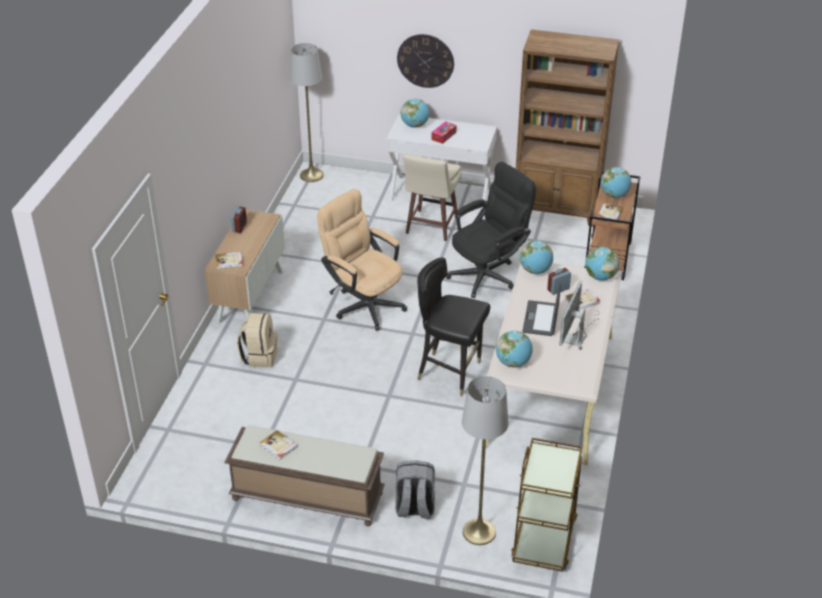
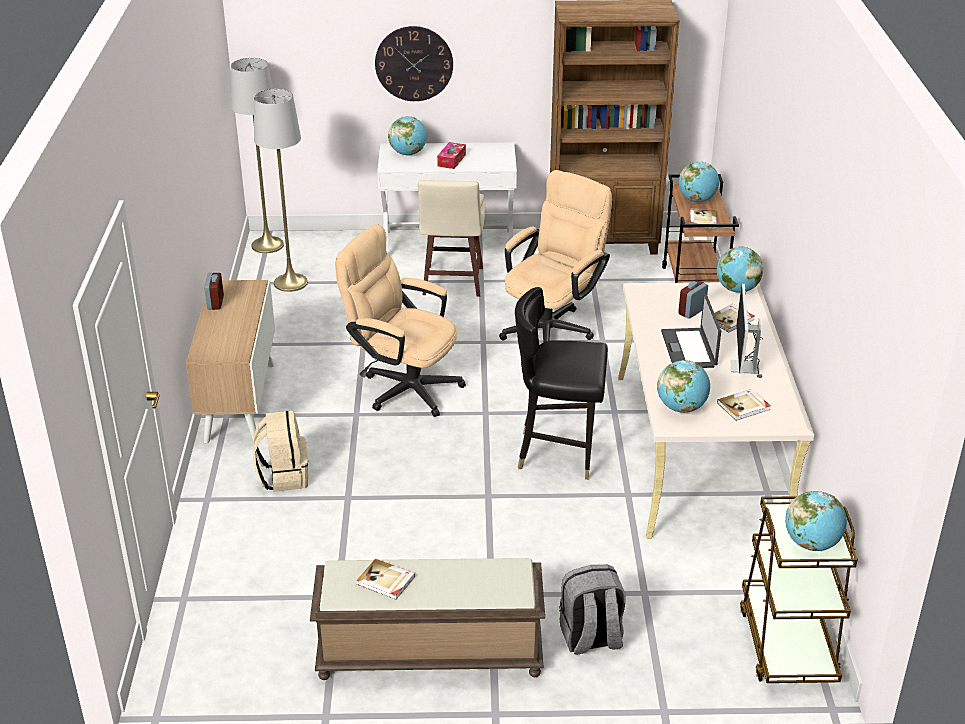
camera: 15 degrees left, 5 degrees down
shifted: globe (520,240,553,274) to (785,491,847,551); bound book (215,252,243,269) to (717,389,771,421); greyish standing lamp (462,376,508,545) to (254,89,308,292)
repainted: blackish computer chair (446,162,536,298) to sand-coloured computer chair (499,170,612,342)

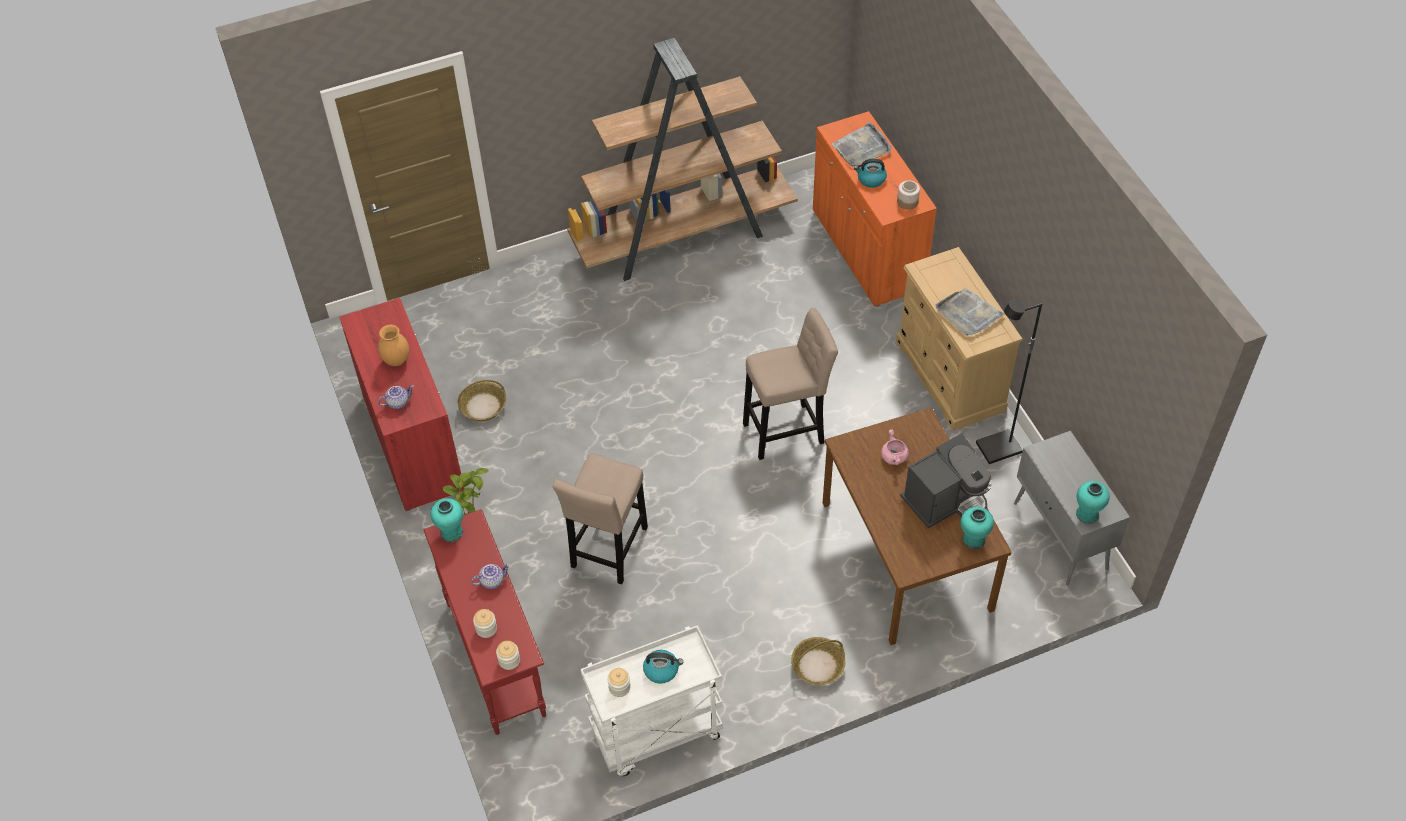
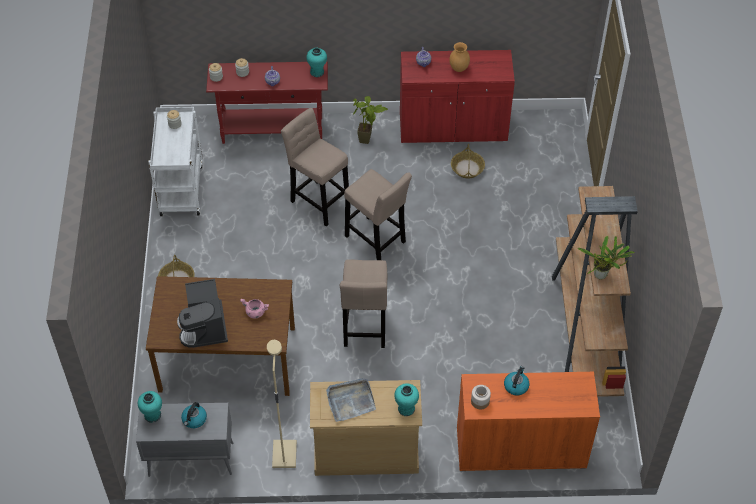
camera: 110 degrees right, 0 degrees up
gone: greyish carrying tray (832,122,892,167)
new: sand-coloured stool seat (344,169,412,260); plant in a pot (577,236,635,280)
shifted: turquoise-coloured decorative vase (960,507,994,549) to (394,383,419,416); tea kettle (643,650,683,684) to (181,402,207,428)
repainted: blackish standing lamp (976,300,1042,464) to sand-coloured standing lamp (267,340,297,468)

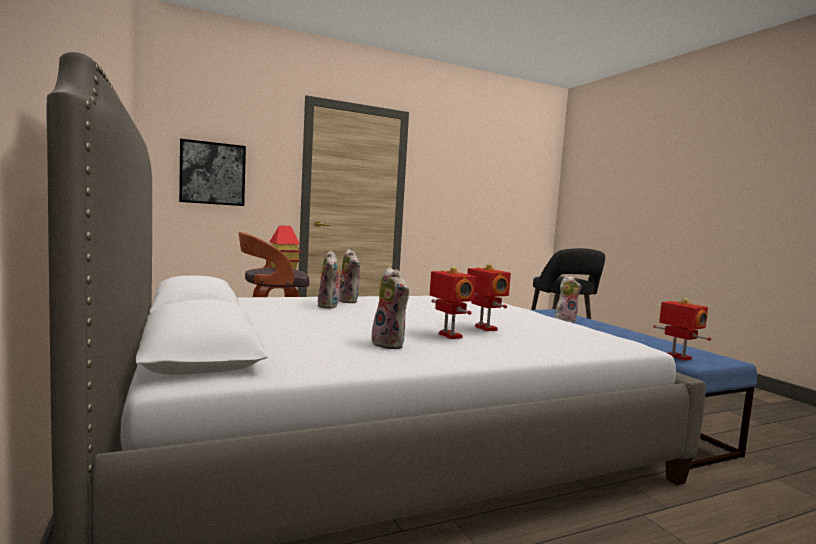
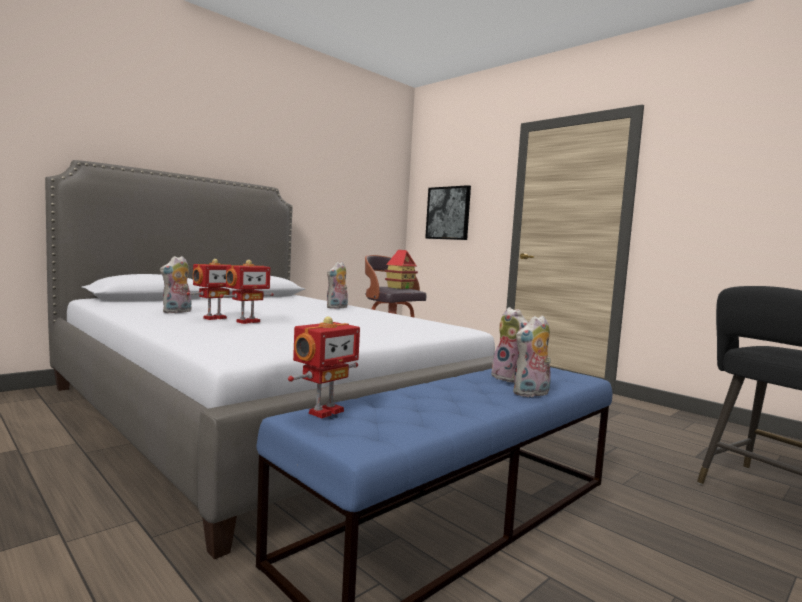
camera: 70 degrees right, 0 degrees up
shifted: soft toy (317,250,344,309) to (513,315,551,397)

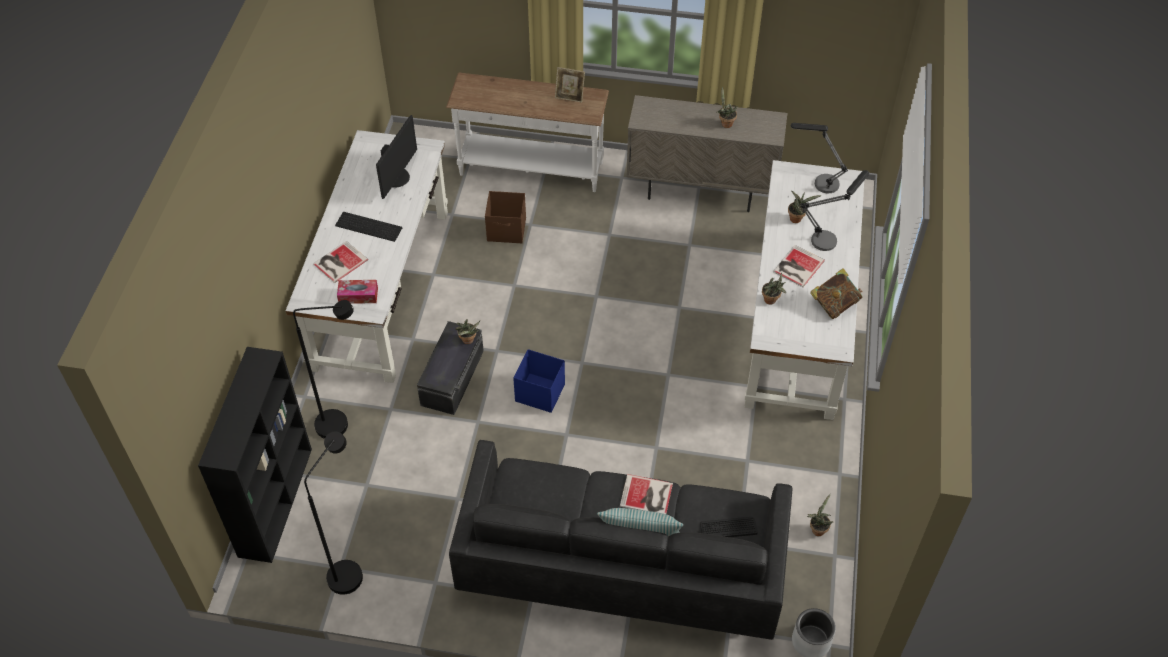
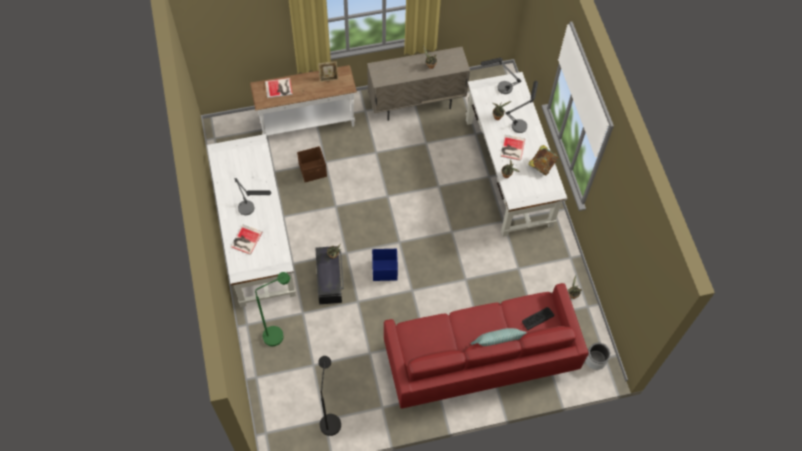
camera: 25 degrees left, 10 degrees up
gone: computer screen (376,115,417,199); tissue holder (337,280,378,304); blackish bookcase (198,347,312,563)
shifted: bound book (620,474,673,514) to (265,78,293,98)
swapped: computer keyboard (335,212,402,242) to lamp for a table (235,178,271,215)
repainted: blackish standing lamp (293,300,354,439) to greenish standing lamp (255,272,290,346); blackish sofa (449,440,793,640) to reddish sofa (384,283,589,409)

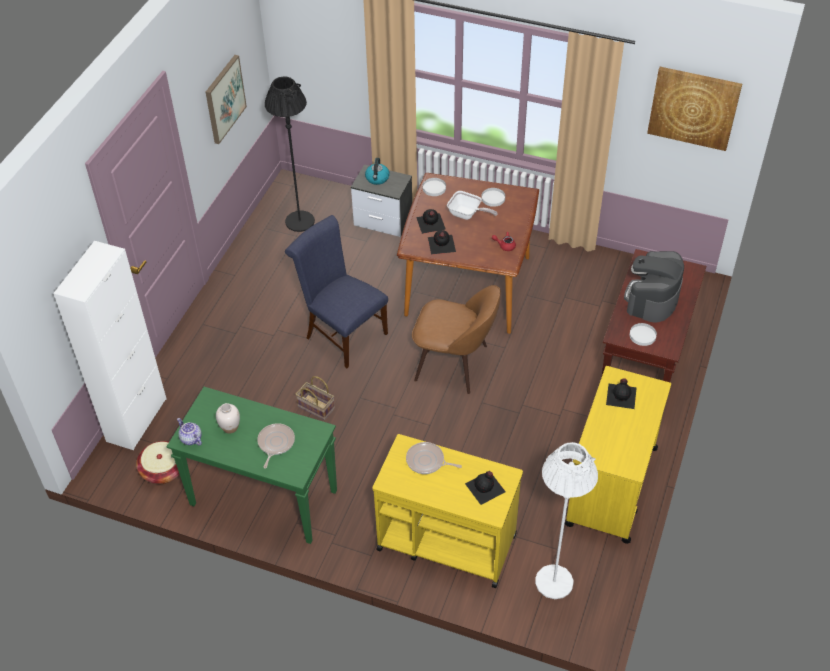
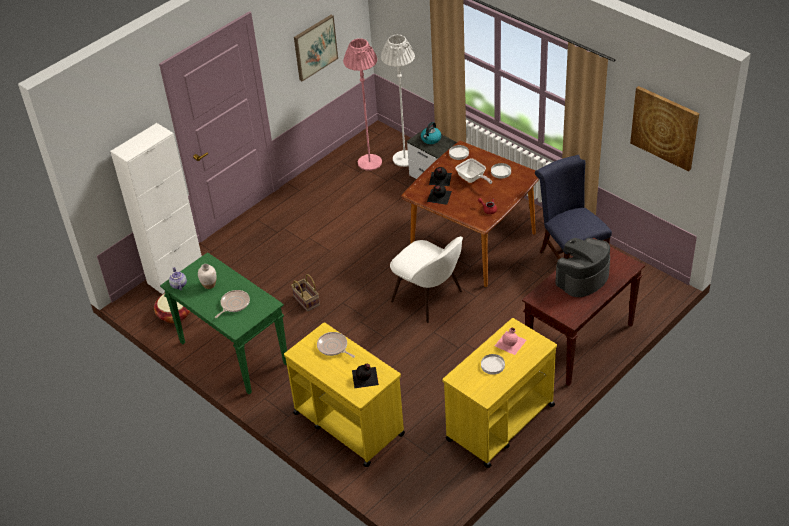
camera: 25 degrees right, 5 degrees down
shifted: bluish upright chair (285,215,388,368) to (535,155,612,260); whitish plate (629,323,657,346) to (481,354,505,375); whitish standing lamp (535,442,598,599) to (381,34,415,167)
repainted: blackish standing lamp (265,76,315,232) to pinkish standing lamp (343,38,382,171); brown upright chair (412,285,501,394) to whitish upright chair (390,236,463,323); blackish beverage bottle (606,378,637,409) to pinkish beverage bottle (495,328,527,355)

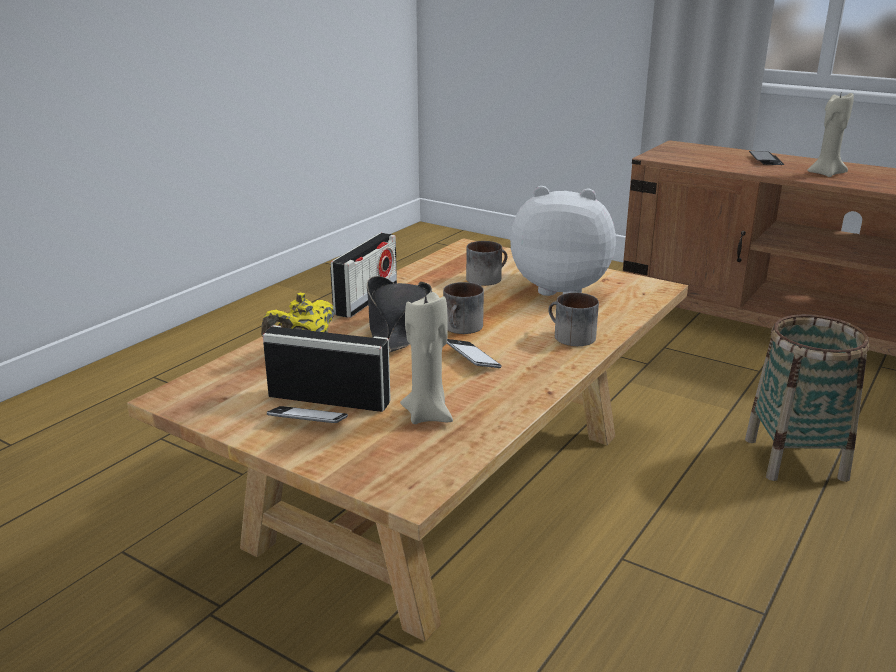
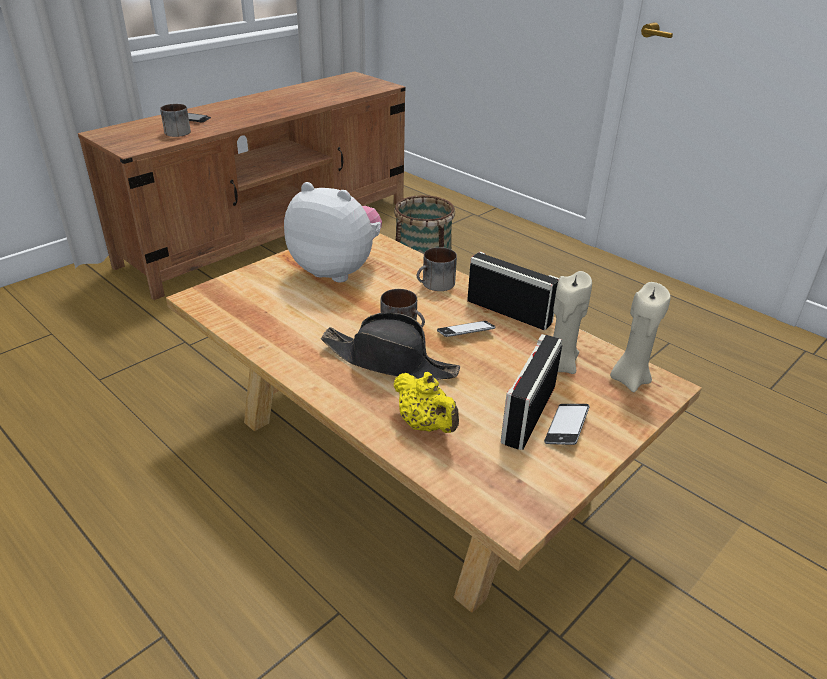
camera: 80 degrees left, 10 degrees up
shifted: sand-coloured candle (807,93,854,177) to (610,282,671,392); radio receiver (330,233,397,318) to (467,252,559,330); mug (466,241,507,286) to (160,104,191,137)
rotated: soft toy (510,186,616,296) = (284,182,382,282) 90 degrees clockwise

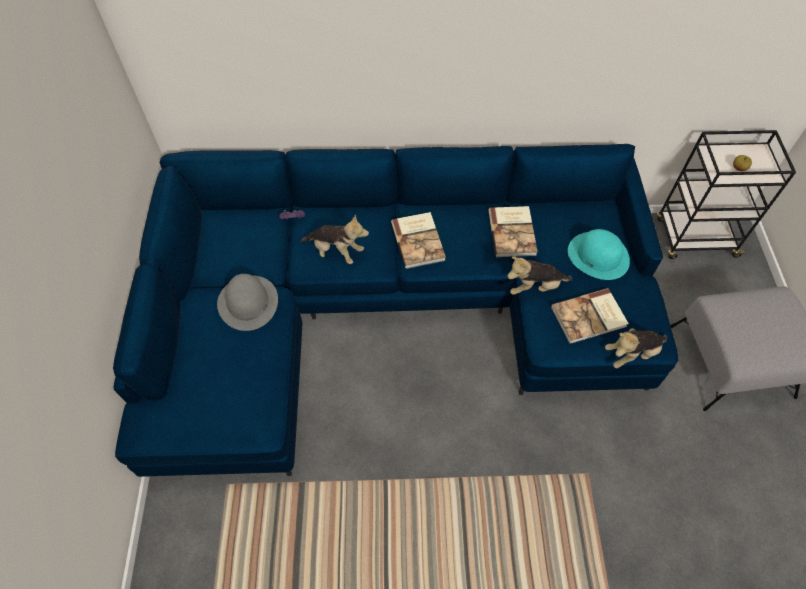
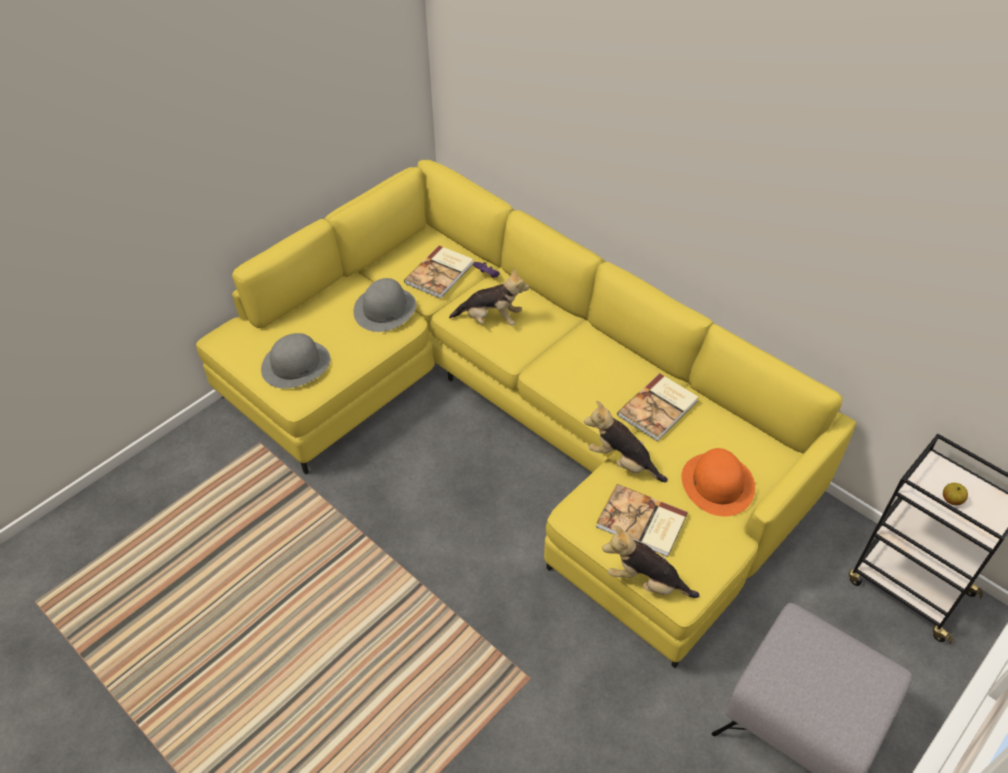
camera: 45 degrees right, 10 degrees down
new: greyish wearable hat (261,333,330,388)
shifted: bound book (391,212,446,269) to (404,246,473,299)
repainted: bluish sofa (113,144,678,477) to yellow-coloured sofa (196,160,856,668); turquoise-coloured wearable hat (568,229,630,280) to orange wearable hat (681,448,755,516)
rotated: soft toy (300,215,369,264) = (449,268,529,326) 60 degrees counterclockwise

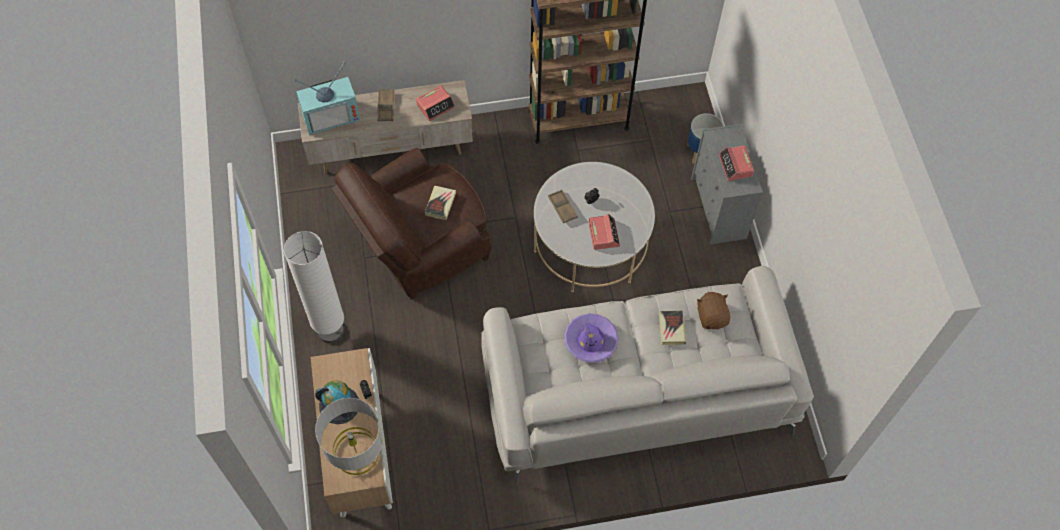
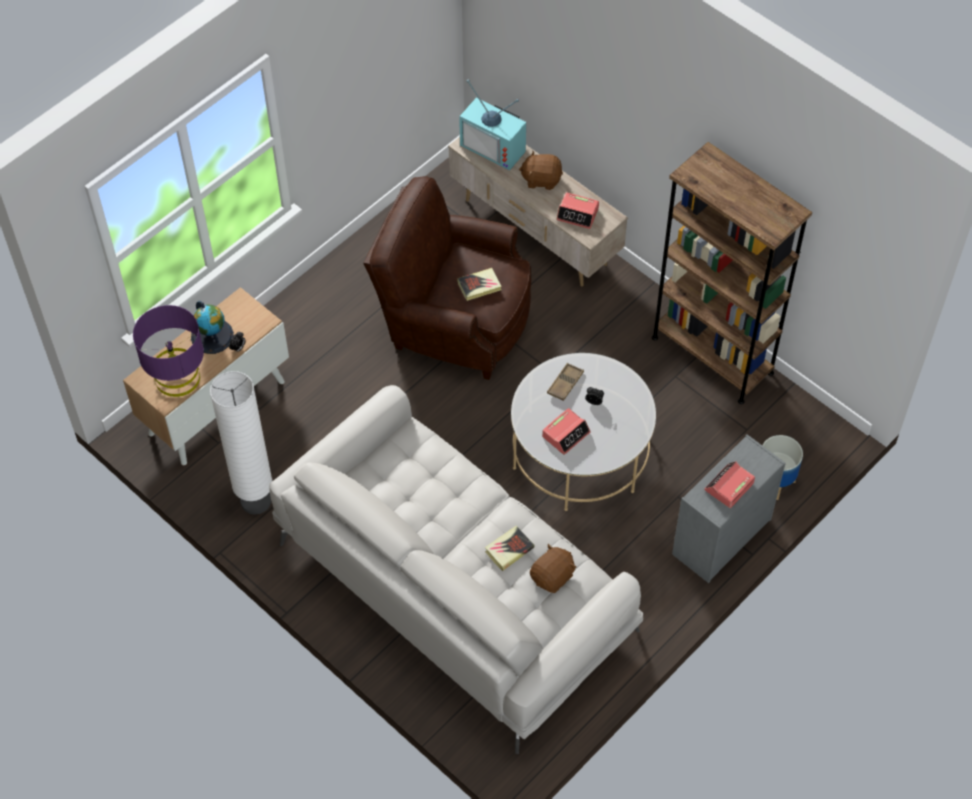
camera: 55 degrees right, 5 degrees down
gone: purple-coloured wearable hat (564,313,618,363)
shifted: whitish standing lamp (284,231,344,343) to (210,371,272,515)
swapped: brown carrying tray (377,89,394,121) to brown soft toy (519,150,563,190)
repainted: greyish lamp for a table (315,398,383,475) to purple-coloured lamp for a table (133,305,204,397)

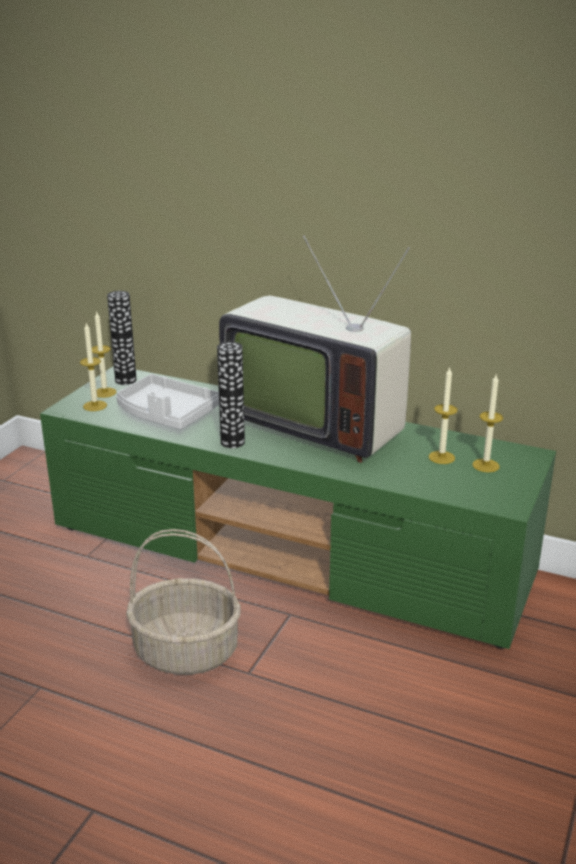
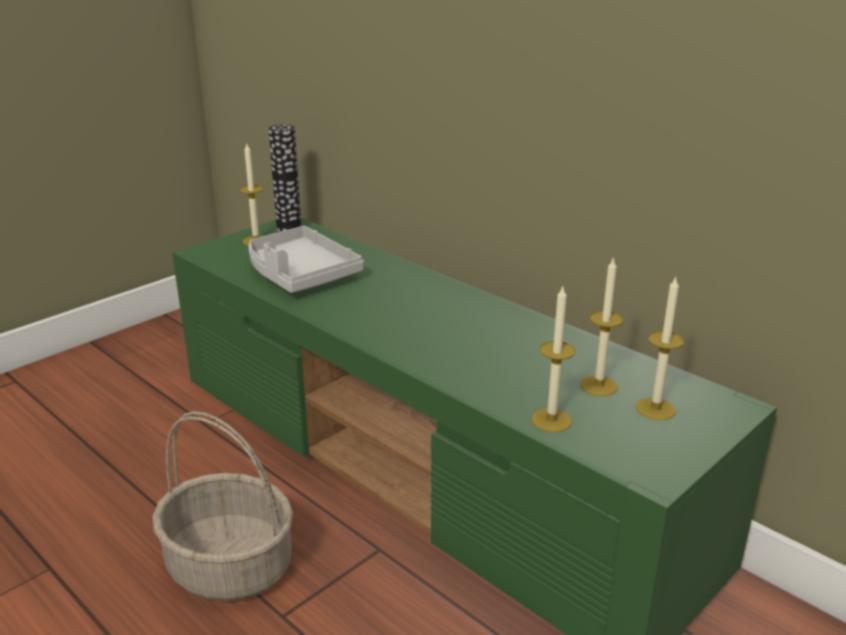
camera: 20 degrees right, 0 degrees up
gone: television (219,236,411,463); decorative vase (217,342,245,448)
shifted: candle (80,323,107,411) to (531,287,576,432)

